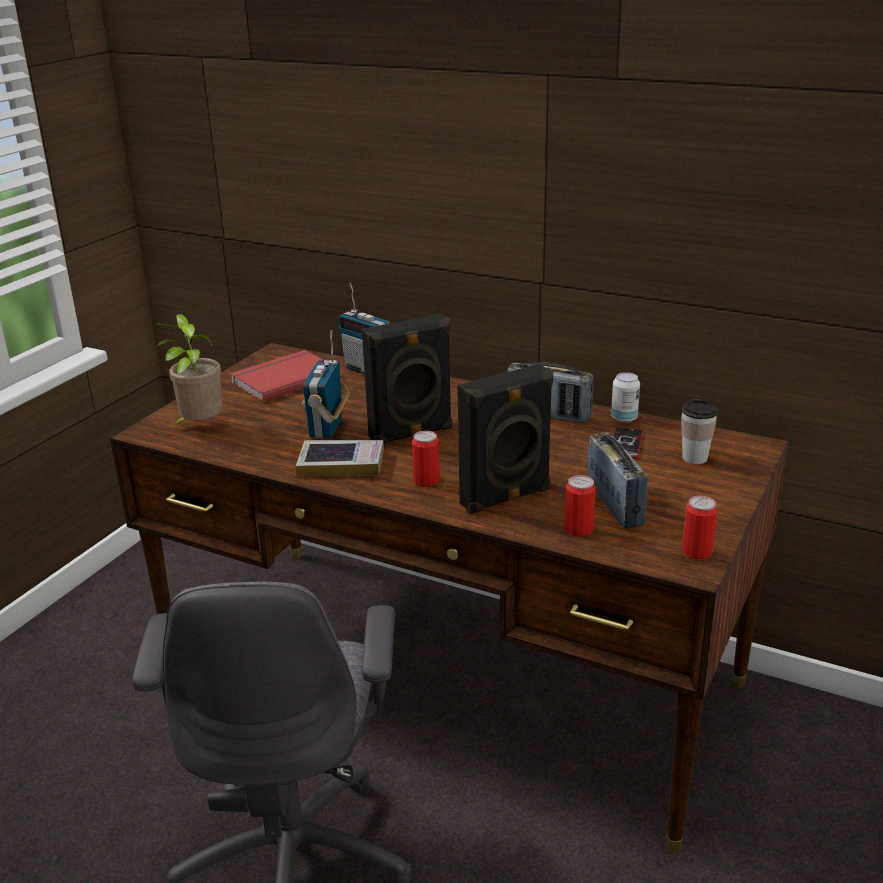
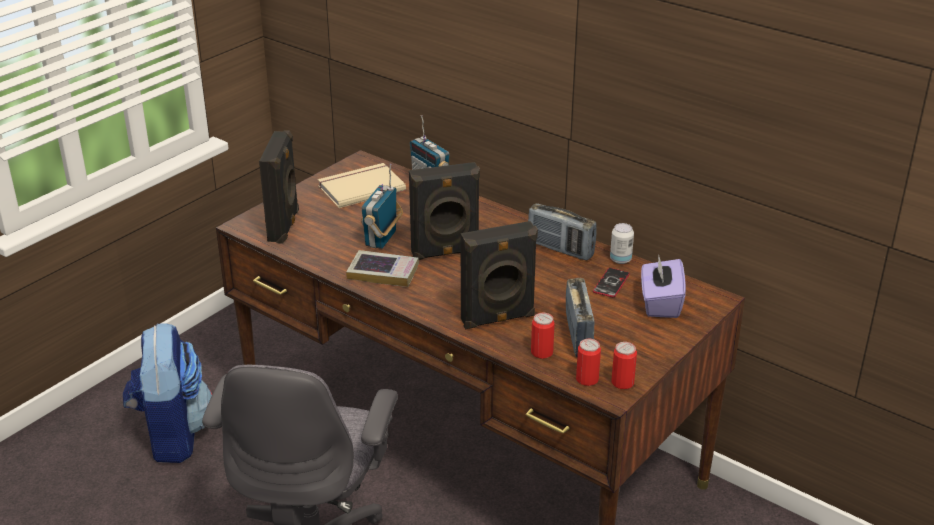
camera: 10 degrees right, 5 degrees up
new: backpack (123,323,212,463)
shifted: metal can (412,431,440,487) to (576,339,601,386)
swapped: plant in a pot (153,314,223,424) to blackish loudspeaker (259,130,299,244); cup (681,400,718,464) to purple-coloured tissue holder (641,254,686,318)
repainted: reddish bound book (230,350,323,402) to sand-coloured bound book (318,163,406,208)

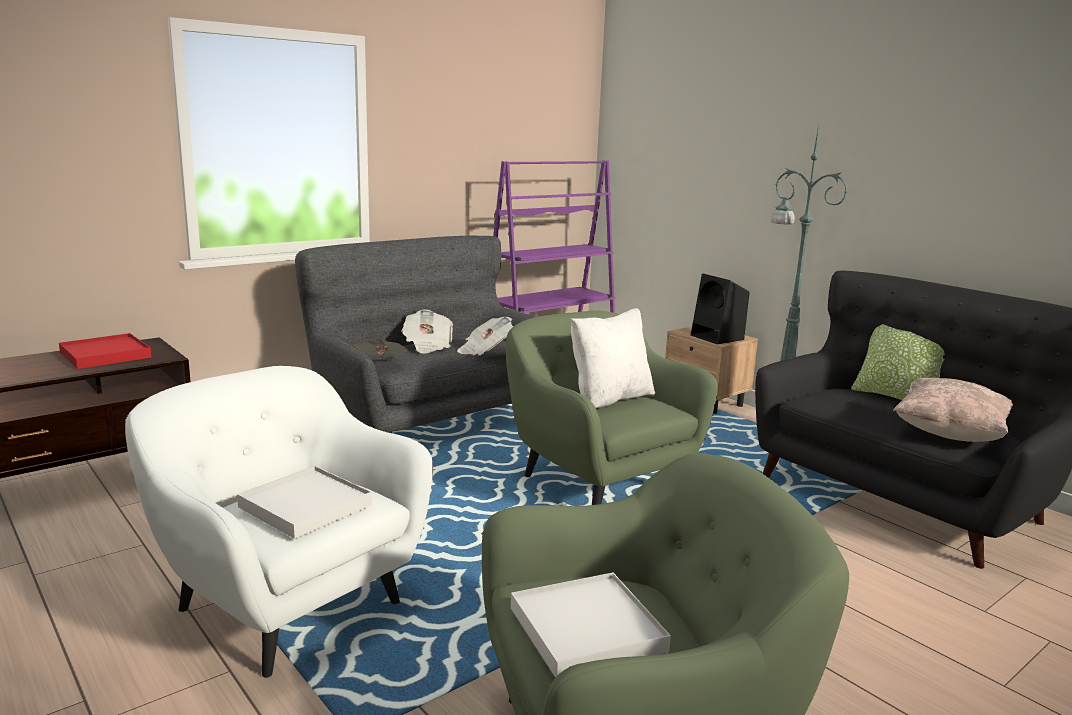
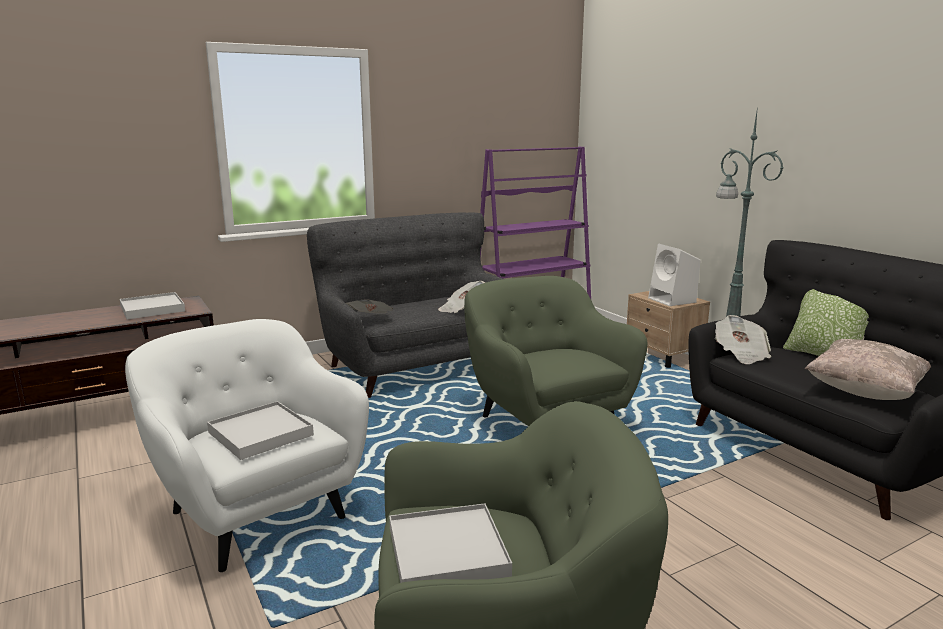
camera: 10 degrees right, 0 degrees up
gone: whitish throw pillow (571,308,655,408)
shifted: daily paper (401,309,453,353) to (715,315,771,364)
repainted: blackish loudspeaker (691,274,750,344) to whitish loudspeaker (648,244,701,306); reddish carrying tray (59,333,152,369) to whitish carrying tray (120,292,185,319)

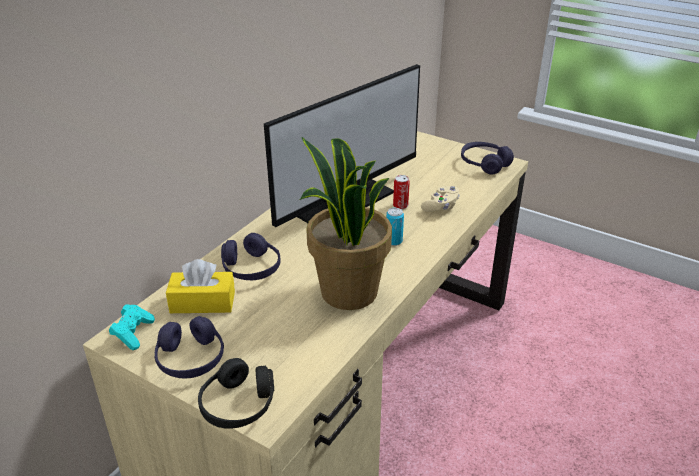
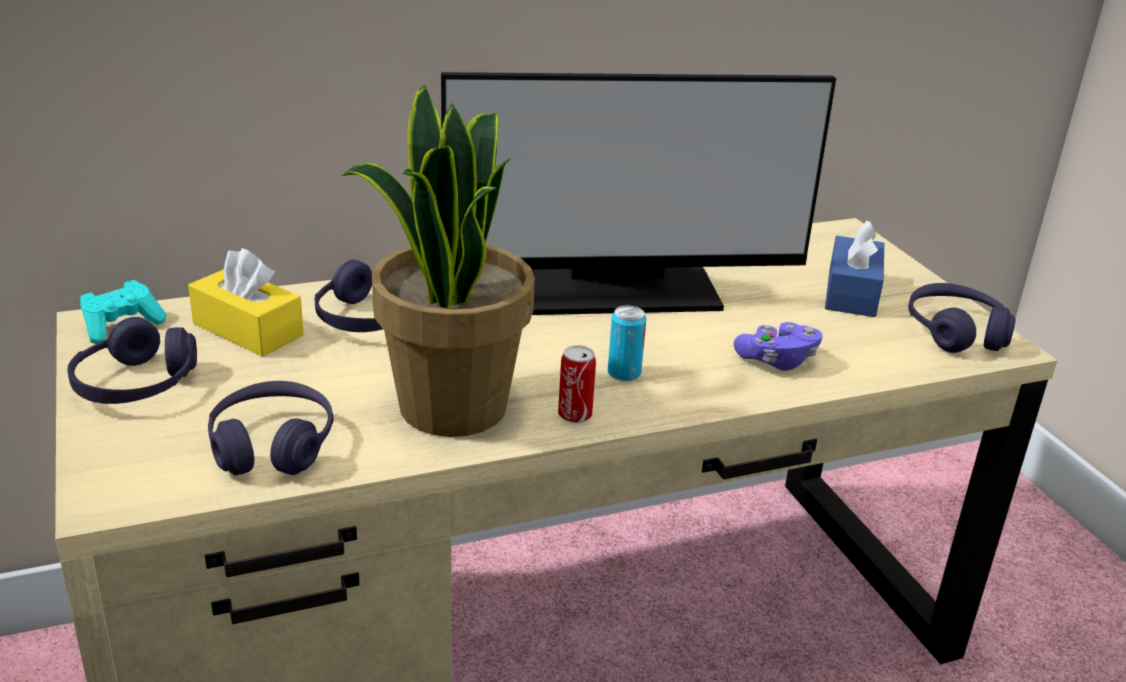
camera: 35 degrees right, 5 degrees down
gone: blackish pair of headphones (198,358,274,429)
new: bluish tissue holder (825,221,884,317); purple-coloured pair of headphones (208,381,334,476)
shifted: metal can (393,175,410,209) to (558,345,596,423)
repainted: sand-coloured game controller (421,186,460,212) to purple-coloured game controller (734,322,823,371)

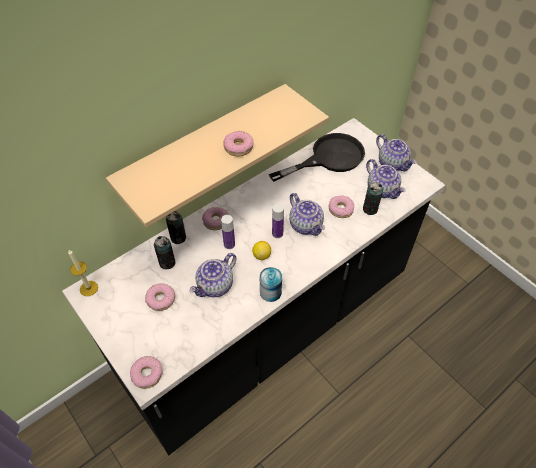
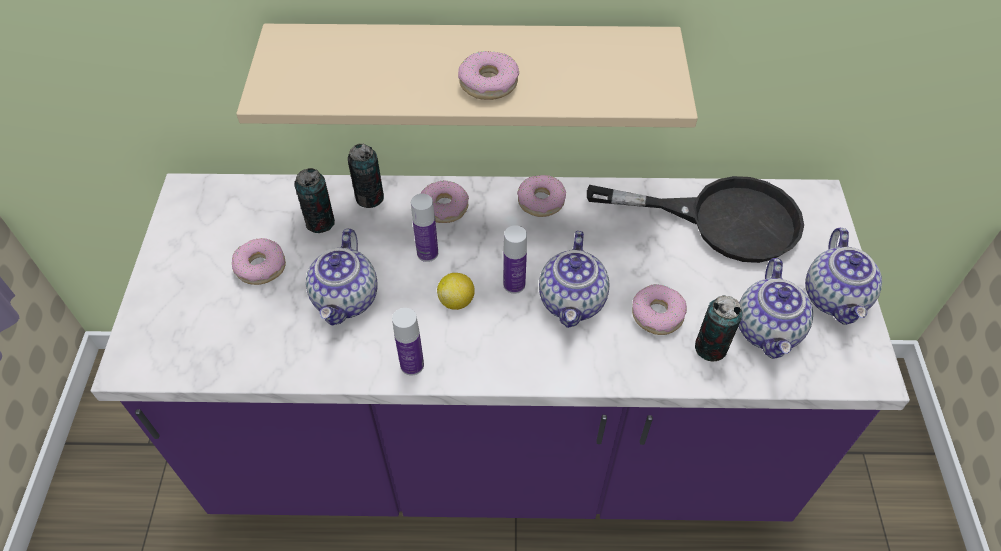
camera: 40 degrees right, 0 degrees up
gone: candle (68,250,98,296)
shifted: donut (130,356,163,389) to (517,175,566,217)
swapped: metal can (260,267,282,302) to beverage bottle (392,308,424,375)
repainted: blackish kitchen base unit (62,118,445,455) to purple-coloured kitchen base unit (91,173,910,521)
rotated: teapot (189,253,237,297) = (306,229,377,326) 75 degrees counterclockwise

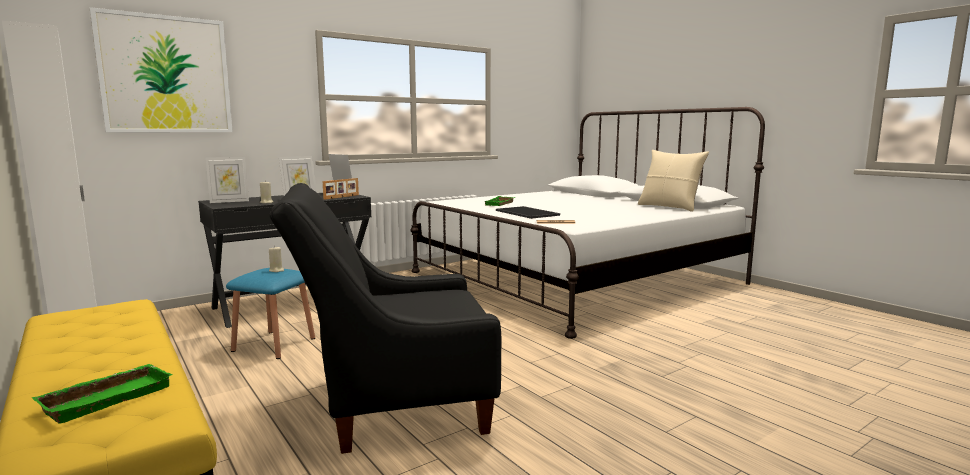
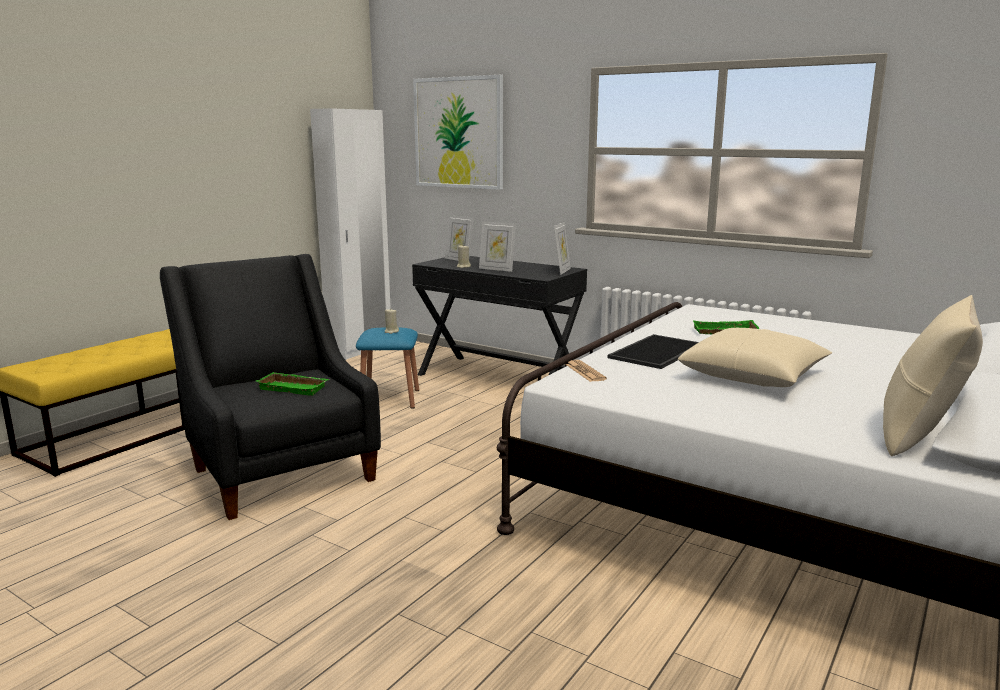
camera: 70 degrees right, 5 degrees up
gone: picture frame (322,178,359,200)
new: sand-coloured throw pillow (678,328,832,387)
shifted: greenish carrying tray (31,364,172,424) to (256,372,330,396)

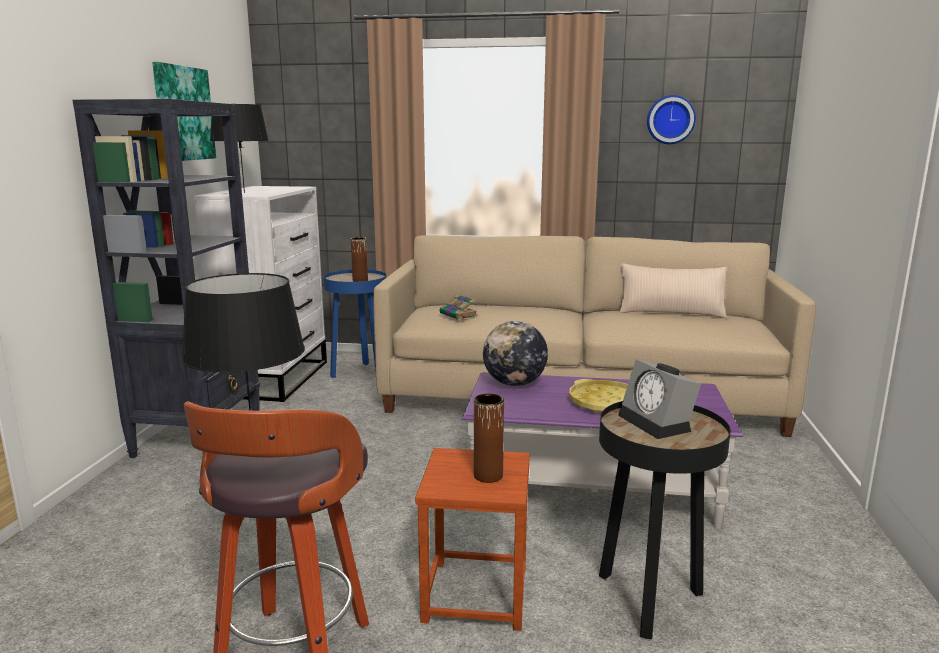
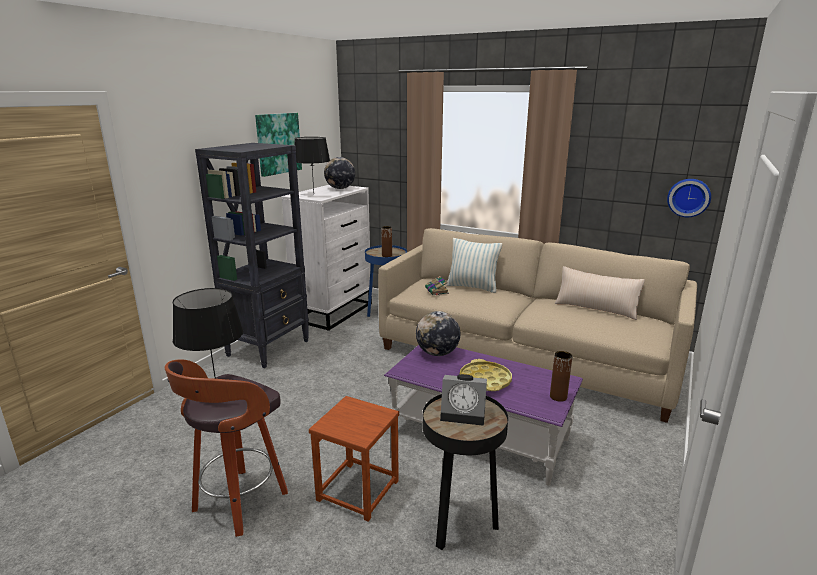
camera: 20 degrees right, 5 degrees up
new: globe (324,157,355,189); throw pillow (446,238,502,293)
shifted: hanging clock (647,95,696,144) to (667,179,711,217); brown decorative vase (474,394,504,483) to (550,351,573,402)
rotated: table clock (618,359,701,439) = (440,374,487,426) 75 degrees counterclockwise

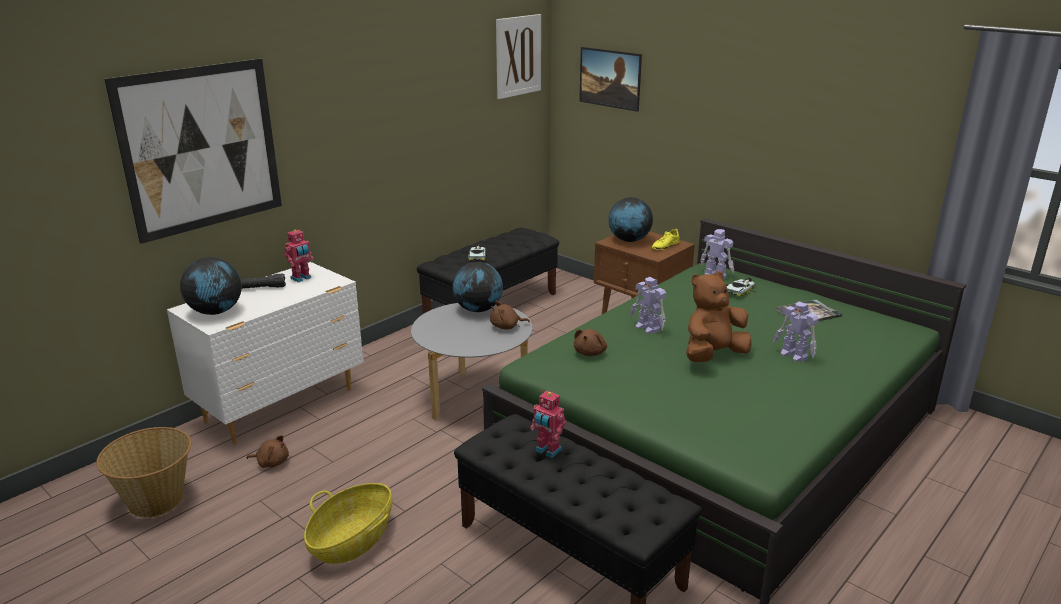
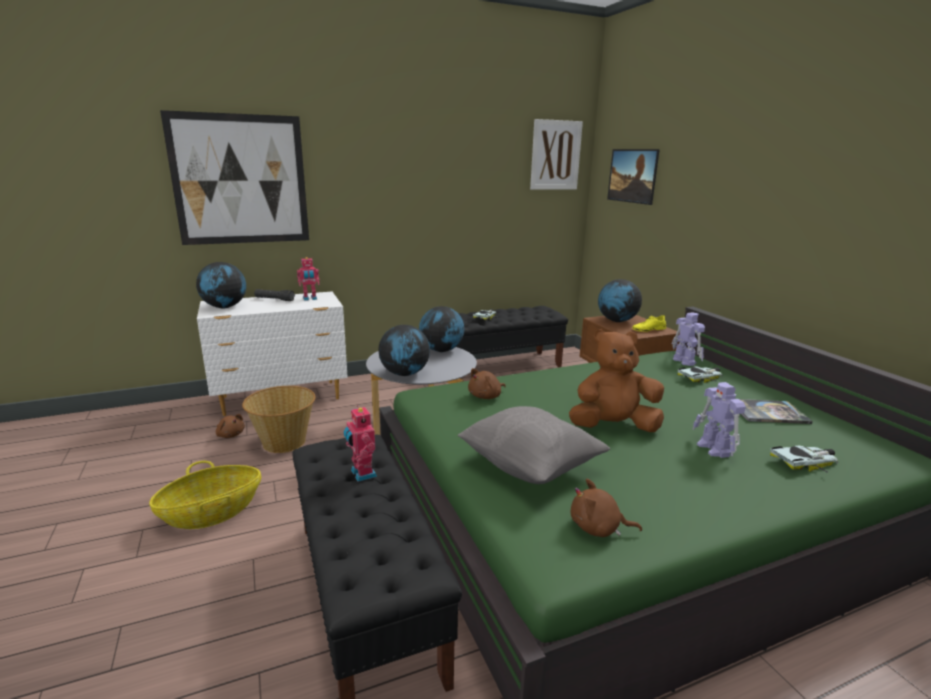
camera: 25 degrees right, 5 degrees down
gone: robot figure (630,277,666,334)
new: globe (378,325,430,376); greyish throw pillow (458,406,610,484); model car (770,446,838,473)
shifted: brown soft toy (490,301,530,330) to (571,479,642,537); basket (96,427,191,518) to (242,386,316,453)

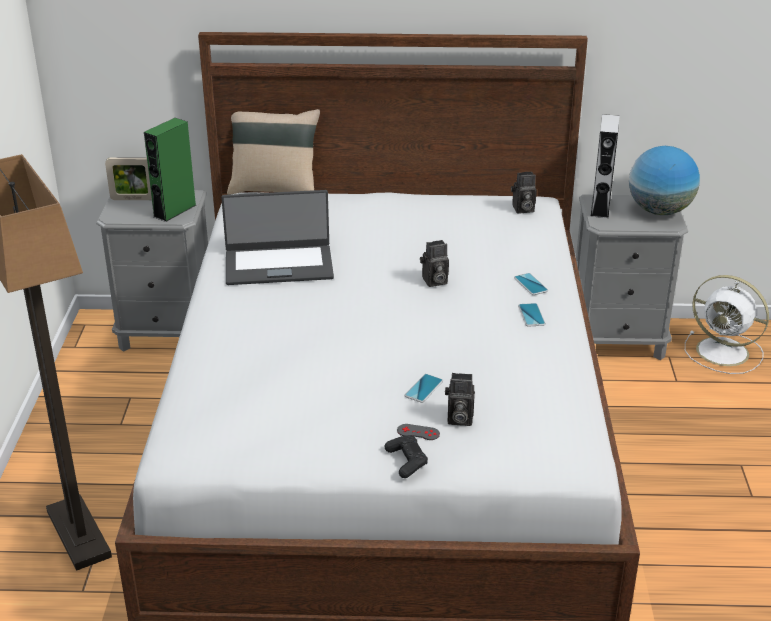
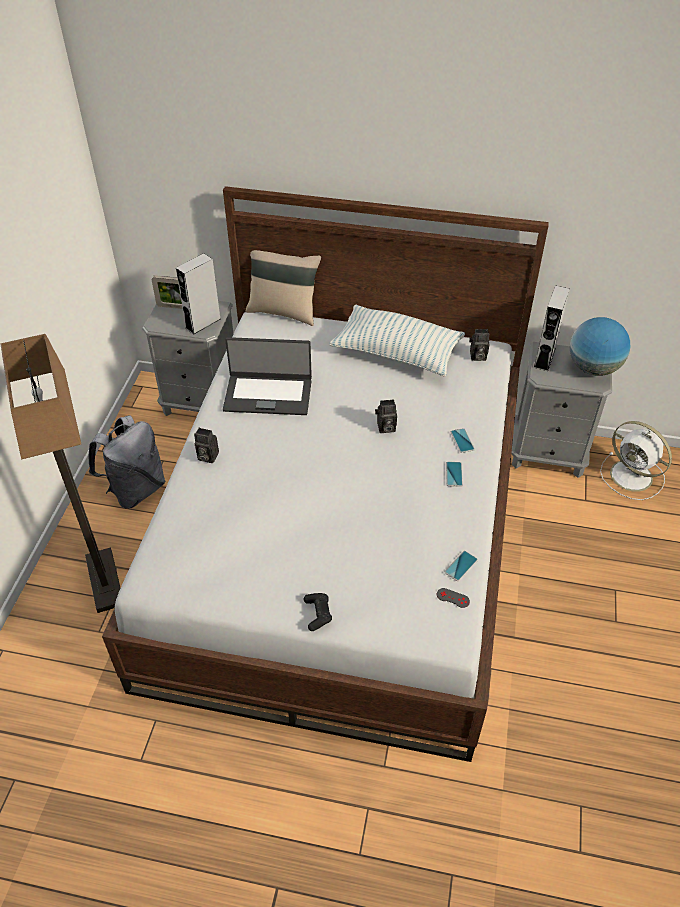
camera: 10 degrees right, 15 degrees up
new: throw pillow (329,305,465,377); greyish backpack (89,415,166,509)
shifted: still camera (445,373,475,426) to (194,428,219,463); phone (404,374,443,403) to (445,551,478,581); greyish game controller (397,424,440,440) to (437,588,470,608)
repainted: greenish loudspeaker (144,118,196,222) to greyish loudspeaker (176,253,221,334)

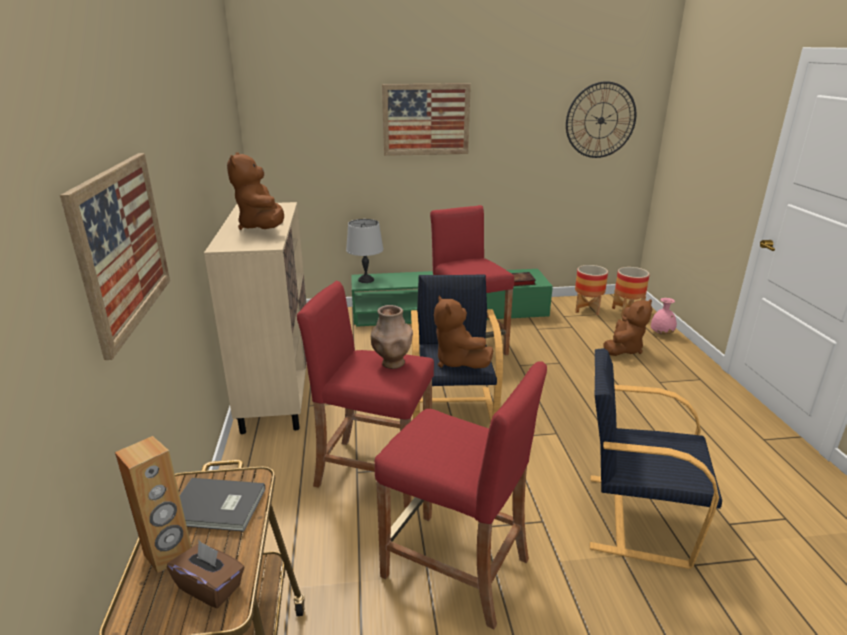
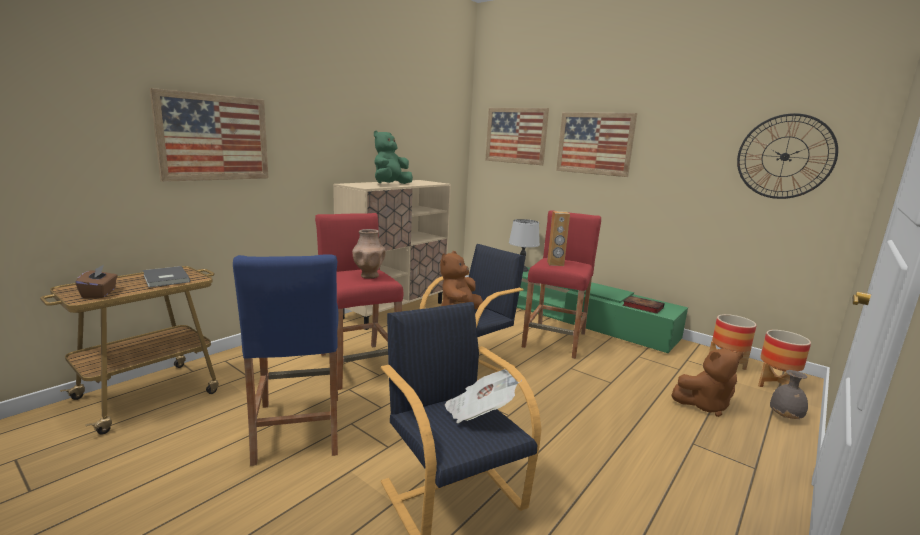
camera: 45 degrees right, 10 degrees down
new: wall picture (485,108,549,165); daily paper (445,369,522,423)
shifted: brown loudspeaker (115,436,192,573) to (547,211,570,266)
repainted: brown soft toy (227,152,284,230) to greenish soft toy (374,131,413,184); pinkish decorative vase (651,298,677,334) to greyish decorative vase (770,370,808,419); reddish stool seat (374,361,547,629) to bluish stool seat (233,254,339,466)

